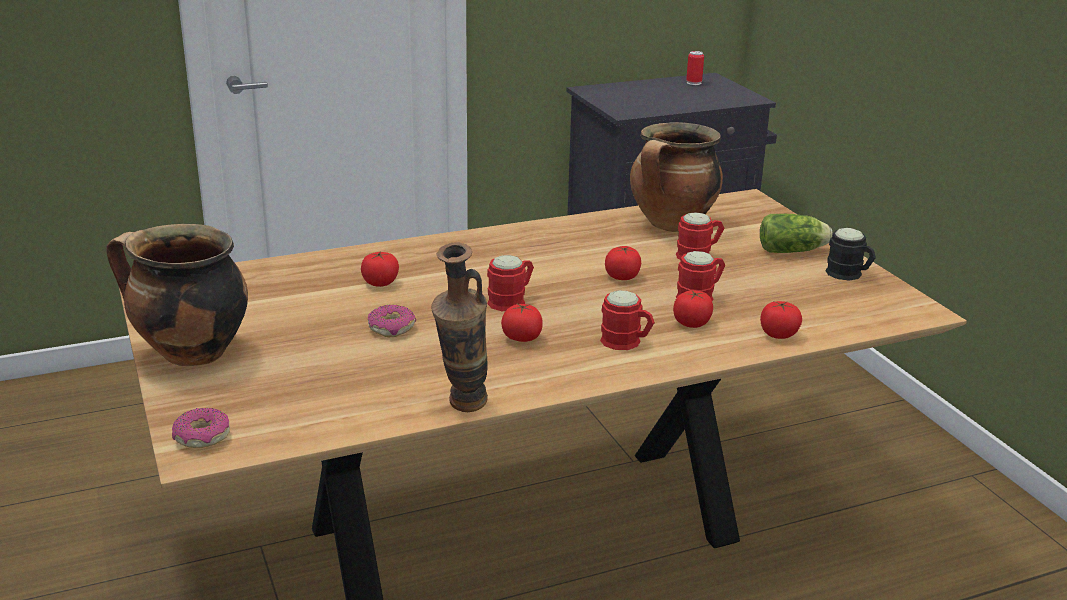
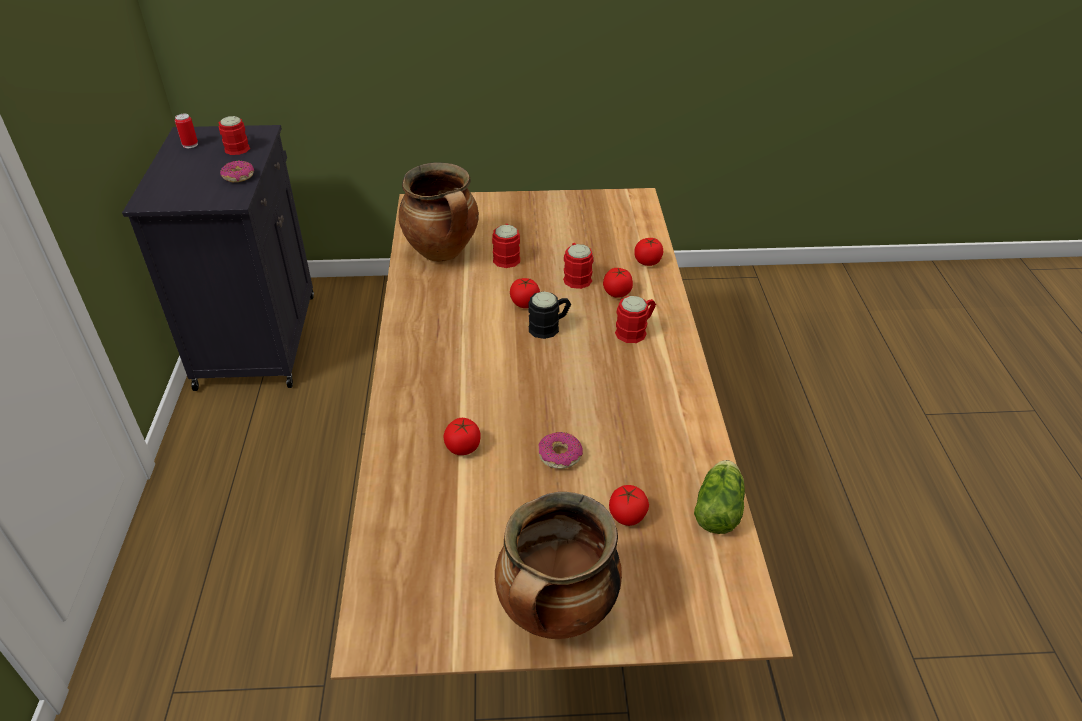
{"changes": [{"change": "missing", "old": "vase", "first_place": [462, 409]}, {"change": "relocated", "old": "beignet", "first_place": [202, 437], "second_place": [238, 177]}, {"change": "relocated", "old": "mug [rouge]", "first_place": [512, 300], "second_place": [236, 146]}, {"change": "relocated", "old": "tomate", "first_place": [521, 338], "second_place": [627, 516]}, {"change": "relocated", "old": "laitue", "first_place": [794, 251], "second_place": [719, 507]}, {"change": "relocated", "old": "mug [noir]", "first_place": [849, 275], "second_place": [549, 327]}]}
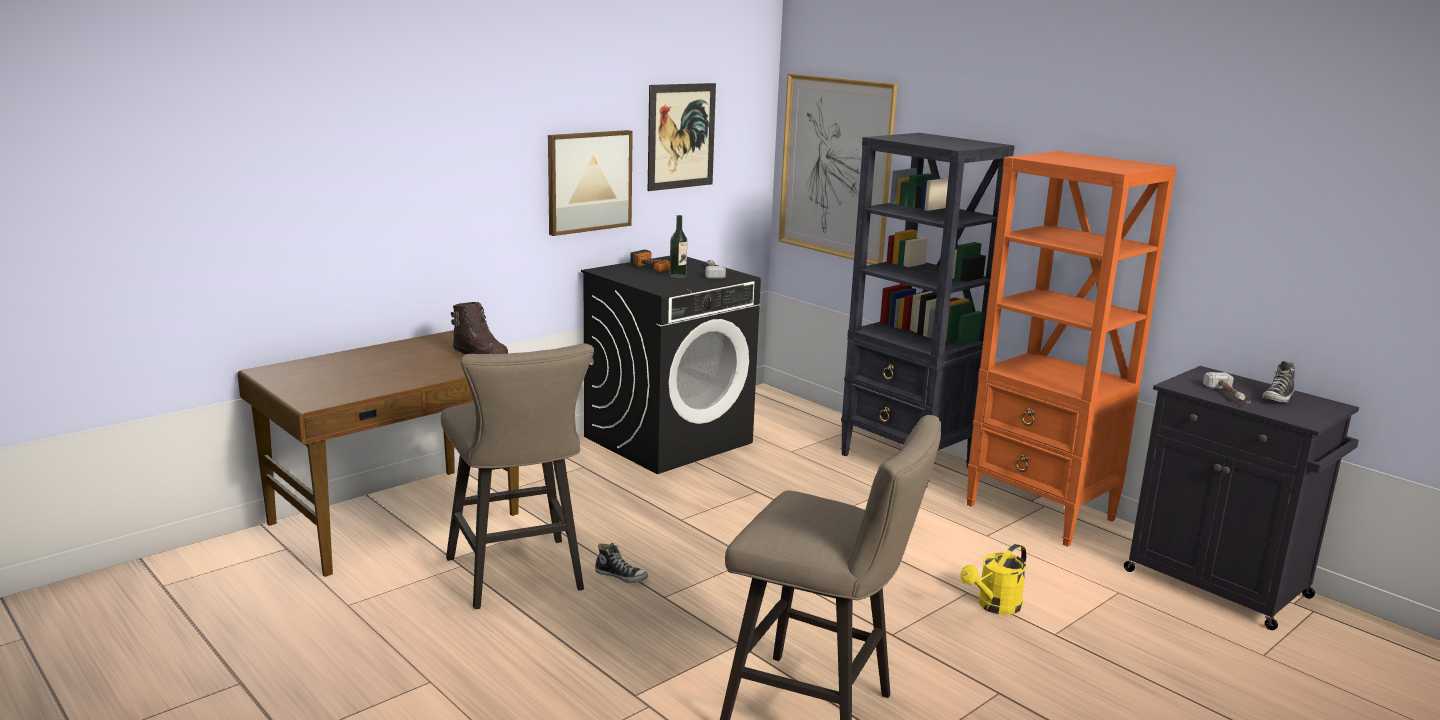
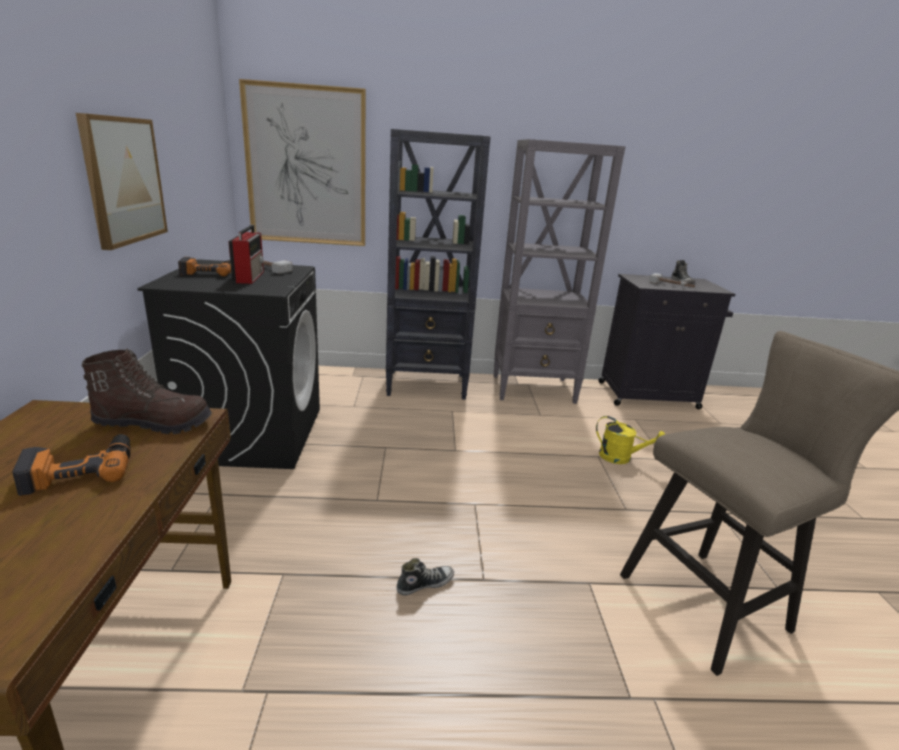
{"changes": [{"change": "missing", "old": "tabouret [beige]", "first_place": [519, 578]}, {"change": "missing", "old": "tableau", "first_place": [681, 136]}, {"change": "appeared", "new": "perceuse", "second_place": [80, 470]}, {"change": "exchanged", "old": "bouteille", "new": "radio", "first_place": [677, 276], "second_place": [249, 276]}, {"change": "colour", "old": "bibliothèque [orange]", "new": "bibliothèque [gris]", "first_place": [1041, 513], "second_place": [534, 389]}, {"change": "spun", "old": "arrosoir [jaune]", "first_place": [994, 606], "second_place": [621, 458], "degrees": -60}]}
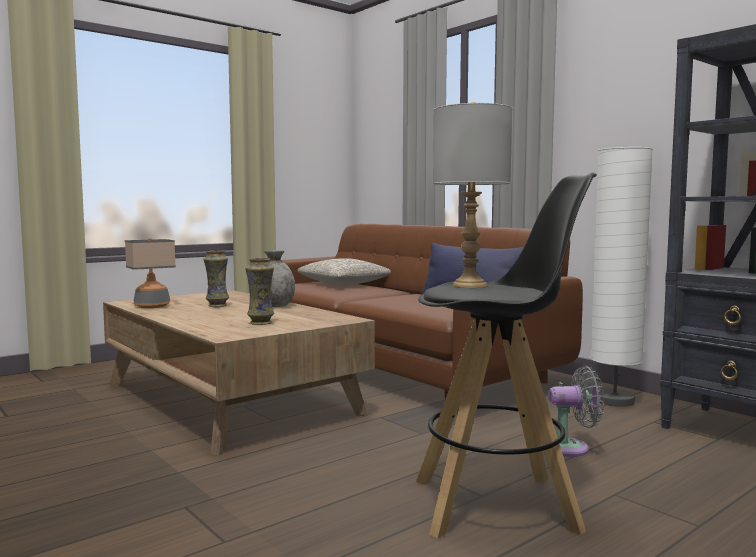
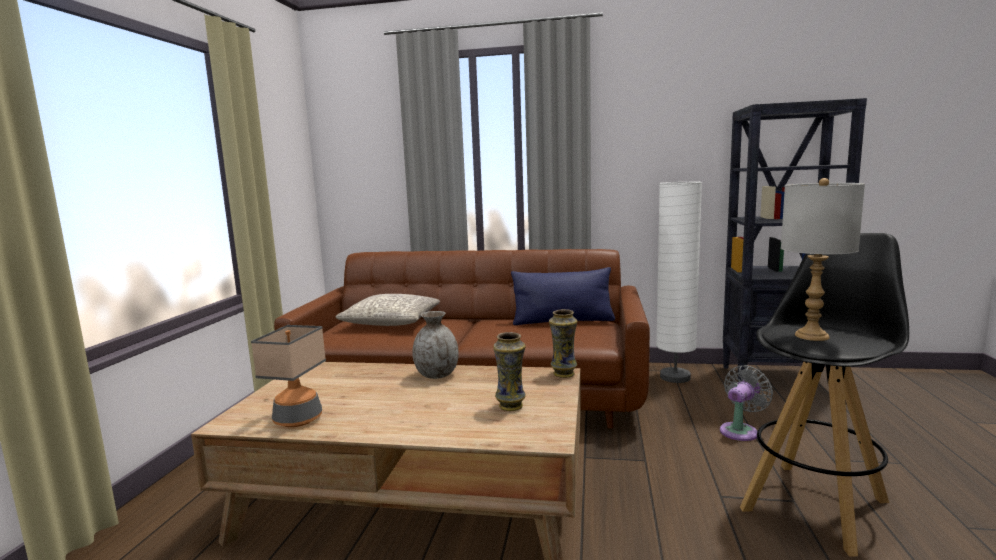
{"changes": [{"change": "relocated", "old": "vase", "first_place": [217, 306], "second_place": [563, 374]}]}
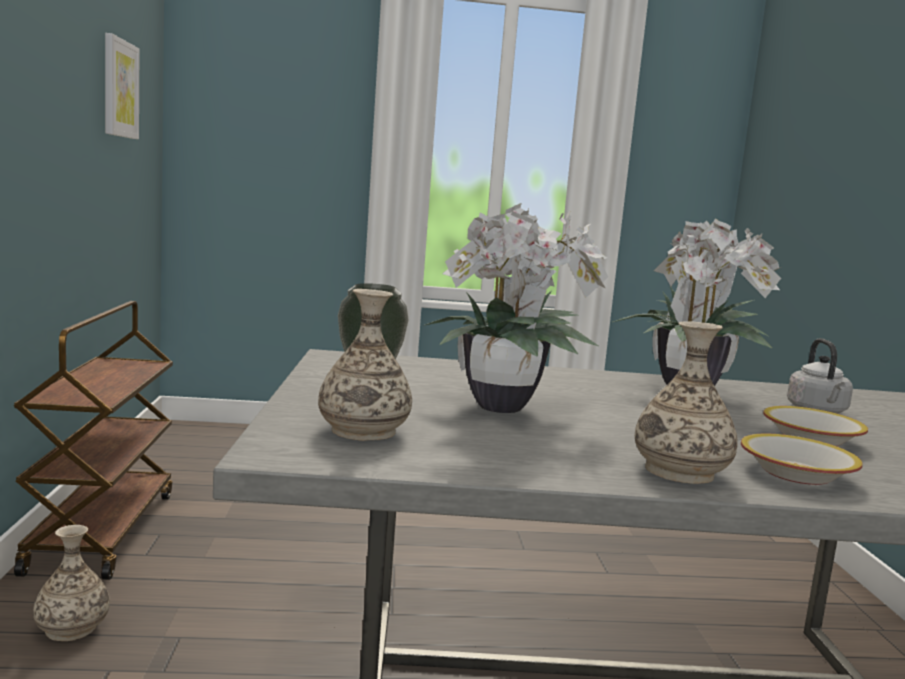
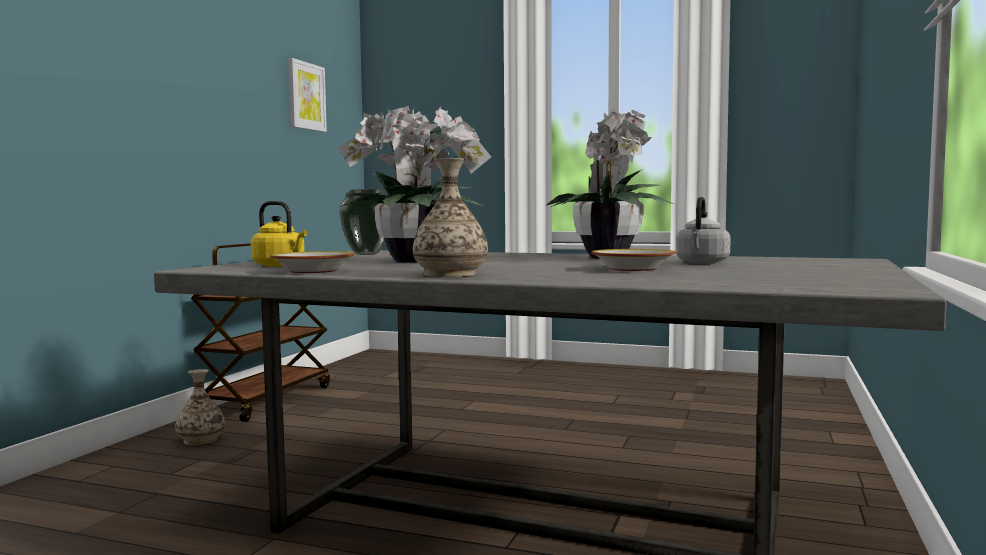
{"changes": [{"change": "relocated", "old": "bol", "first_place": [796, 473], "second_place": [313, 271]}, {"change": "exchanged", "old": "vase", "new": "bouilloire [jaune]", "first_place": [364, 431], "second_place": [280, 265]}]}
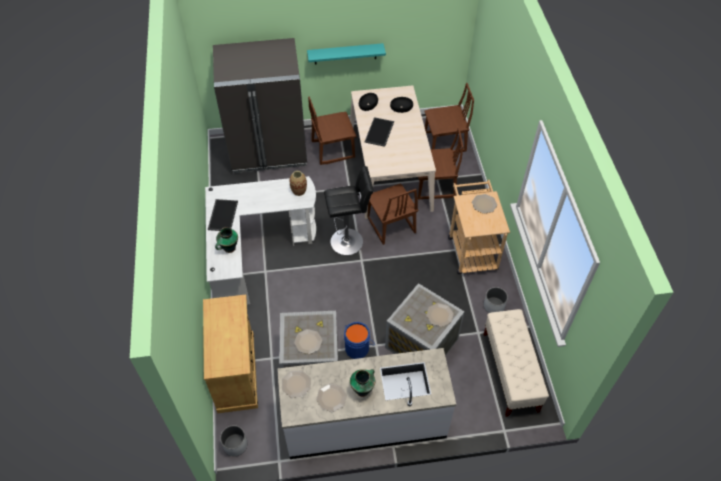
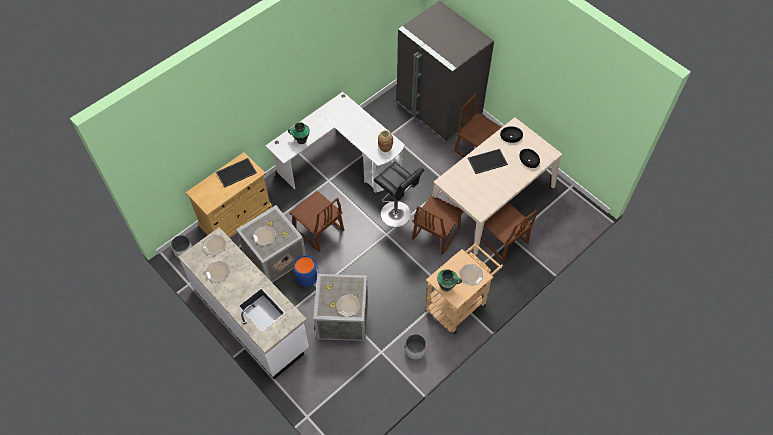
{"changes": [{"change": "missing", "old": "étagère [turquoise]", "first_place": [345, 54]}, {"change": "missing", "old": "banc [beige]", "first_place": [510, 372]}, {"change": "relocated", "old": "plateau", "first_place": [222, 215], "second_place": [236, 172]}, {"change": "relocated", "old": "vase", "first_place": [363, 389], "second_place": [447, 286]}, {"change": "relocated", "old": "chaise [marron]", "first_place": [445, 142], "second_place": [318, 230]}]}
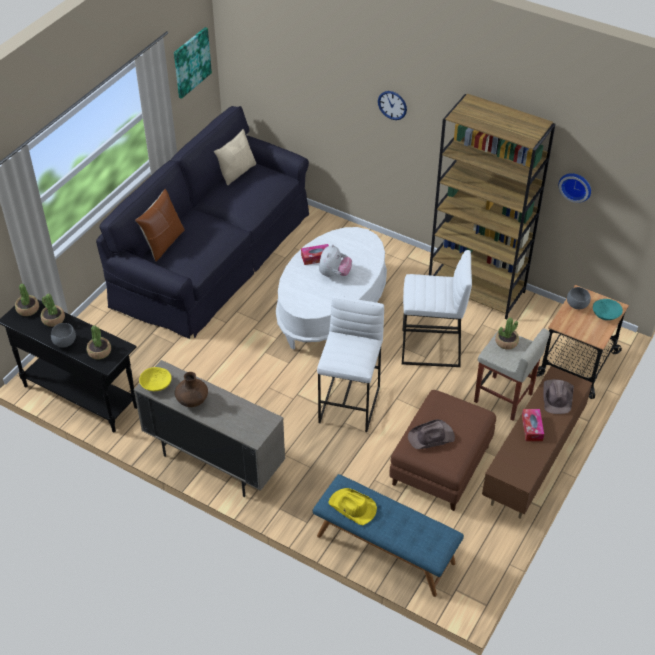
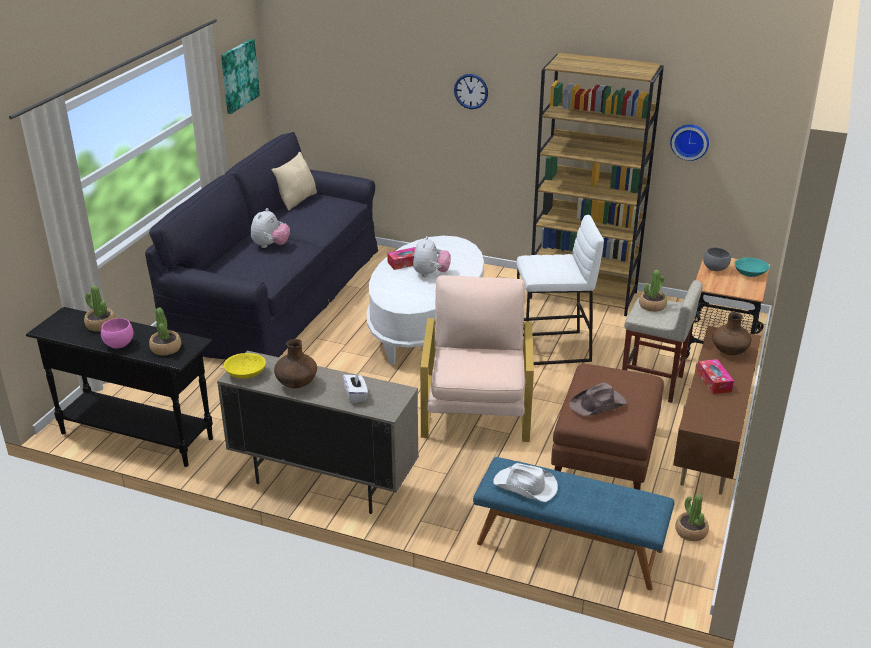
{"changes": [{"change": "missing", "old": "coussin [marron]", "first_place": [163, 243]}, {"change": "appeared", "new": "peluche", "second_place": [270, 245]}, {"change": "appeared", "new": "boîte à mouchoirs [blanc]", "second_place": [355, 395]}, {"change": "relocated", "old": "plante en pot", "first_place": [27, 309], "second_place": [690, 531]}, {"change": "exchanged", "old": "tabouret [blanc]", "new": "fauteuil [beige]", "first_place": [350, 404], "second_place": [476, 408]}, {"change": "exchanged", "old": "chapeau [marron]", "new": "vase [marron]", "first_place": [557, 397], "second_place": [729, 351]}, {"change": "colour", "old": "bol [gris]", "new": "bol [rose]", "first_place": [64, 343], "second_place": [118, 345]}, {"change": "colour", "old": "chapeau [jaune]", "new": "chapeau [blanc]", "first_place": [352, 507], "second_place": [526, 486]}]}
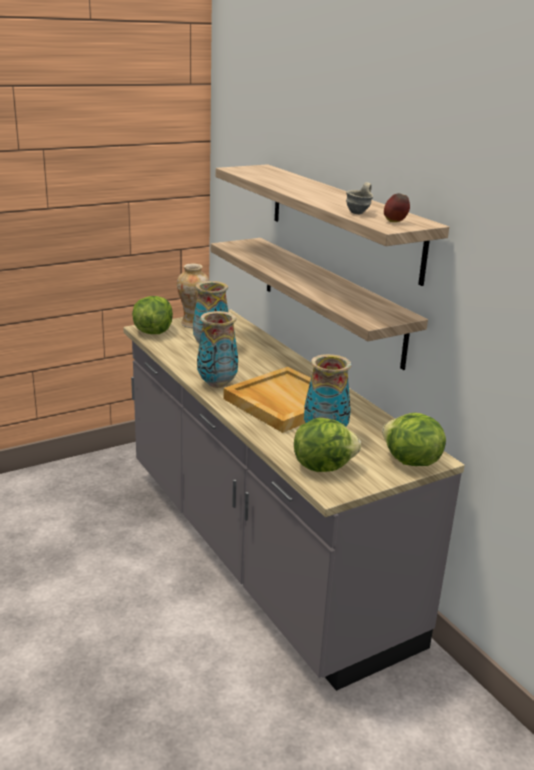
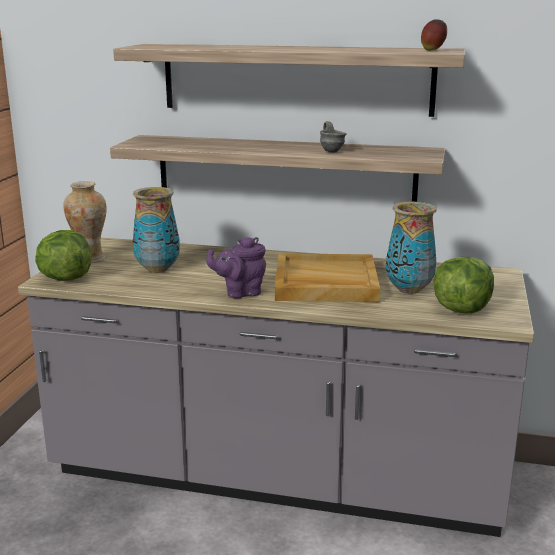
{"changes": [{"change": "missing", "old": "laitue", "first_place": [410, 462]}, {"change": "relocated", "old": "mug [gris]", "first_place": [360, 213], "second_place": [332, 151]}, {"change": "exchanged", "old": "vase", "new": "théière [violet]", "first_place": [217, 384], "second_place": [240, 293]}]}
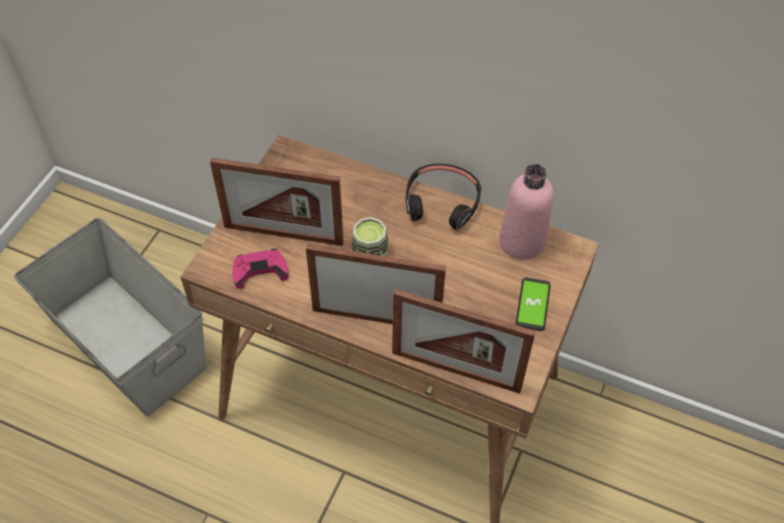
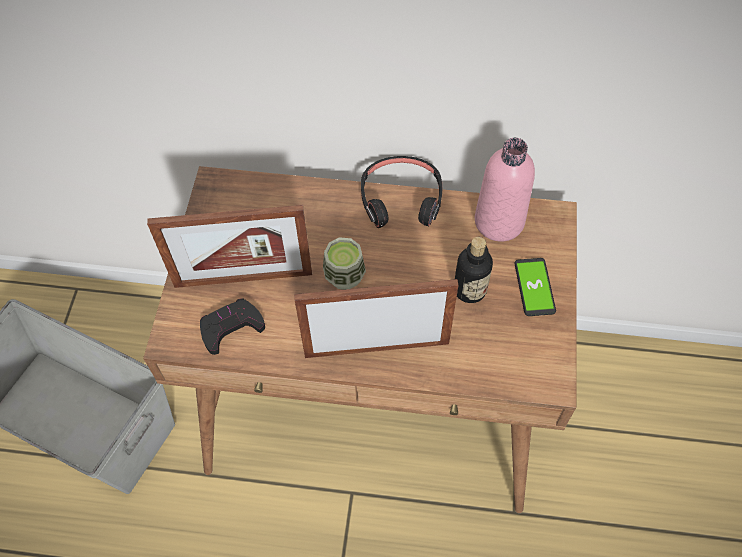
{"changes": [{"change": "missing", "old": "cadre photo", "first_place": [456, 370]}, {"change": "appeared", "new": "bouteille", "second_place": [470, 289]}, {"change": "colour", "old": "manette [rose]", "new": "manette [noir]", "first_place": [260, 271], "second_place": [231, 327]}]}
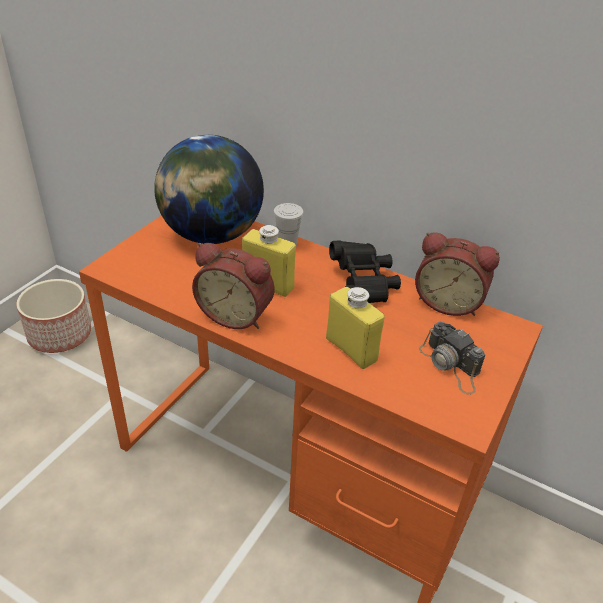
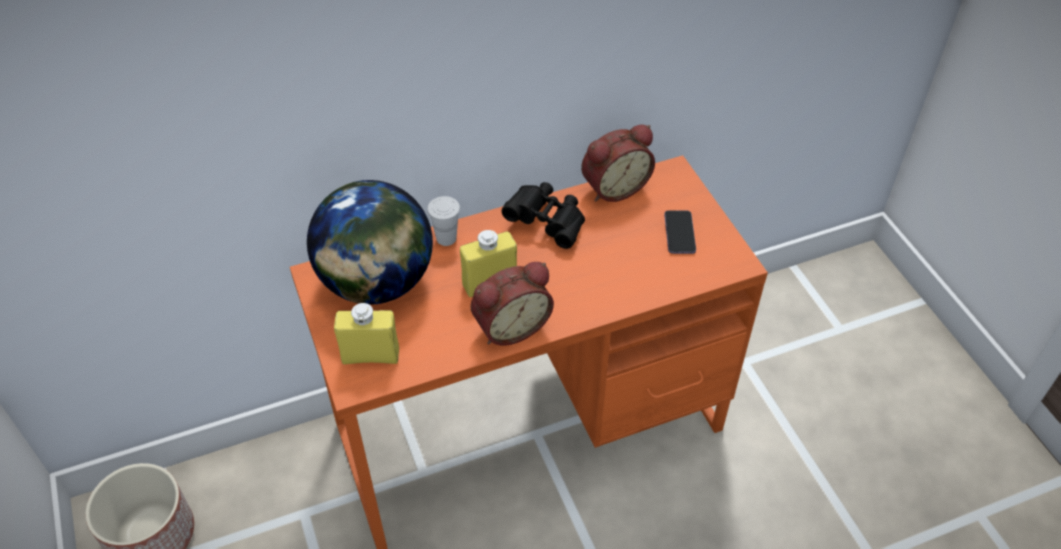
{"changes": [{"change": "relocated", "old": "bouteille [jaune]", "first_place": [351, 349], "second_place": [370, 356]}, {"change": "exchanged", "old": "appareil photo", "new": "téléphone", "first_place": [451, 365], "second_place": [679, 233]}]}
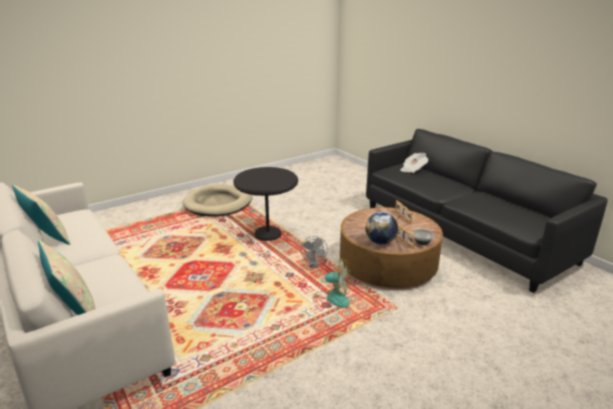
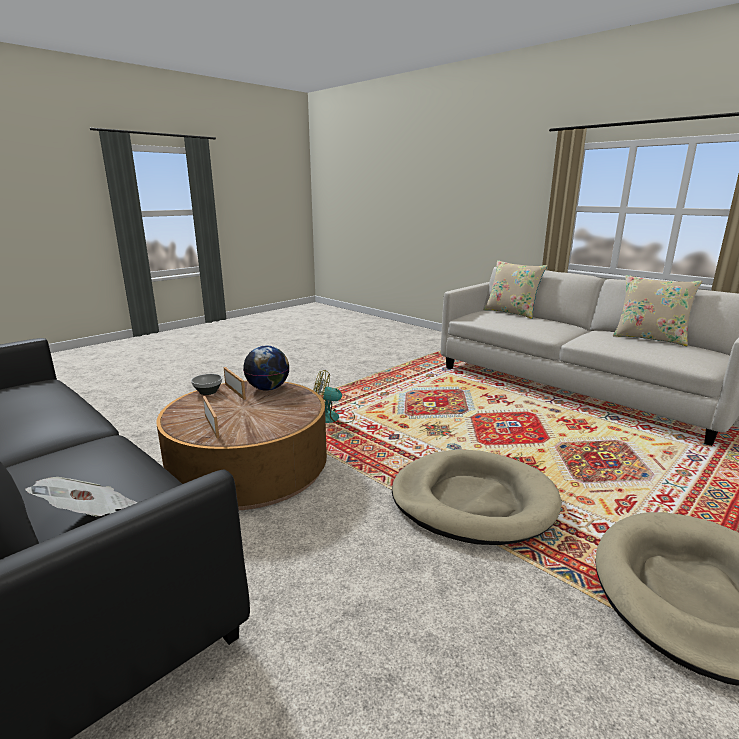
{"changes": [{"change": "missing", "old": "ventilateur [gris]", "first_place": [314, 265]}, {"change": "exchanged", "old": "table d'appoint [noir]", "new": "panier pour chien [beige]", "first_place": [268, 234], "second_place": [473, 501]}]}
